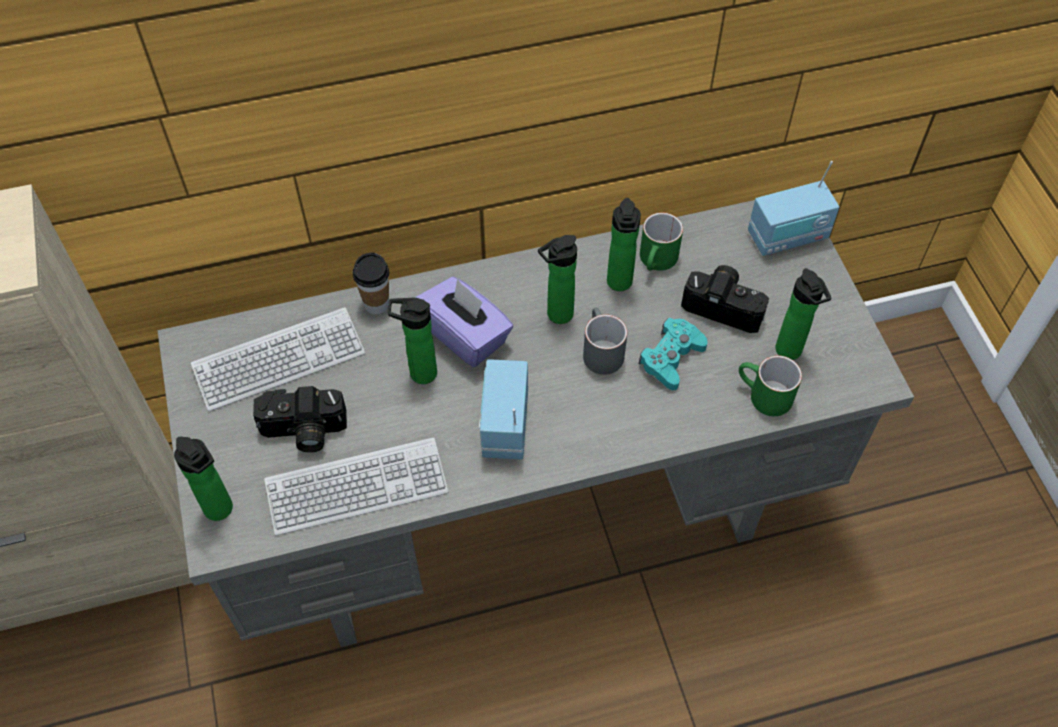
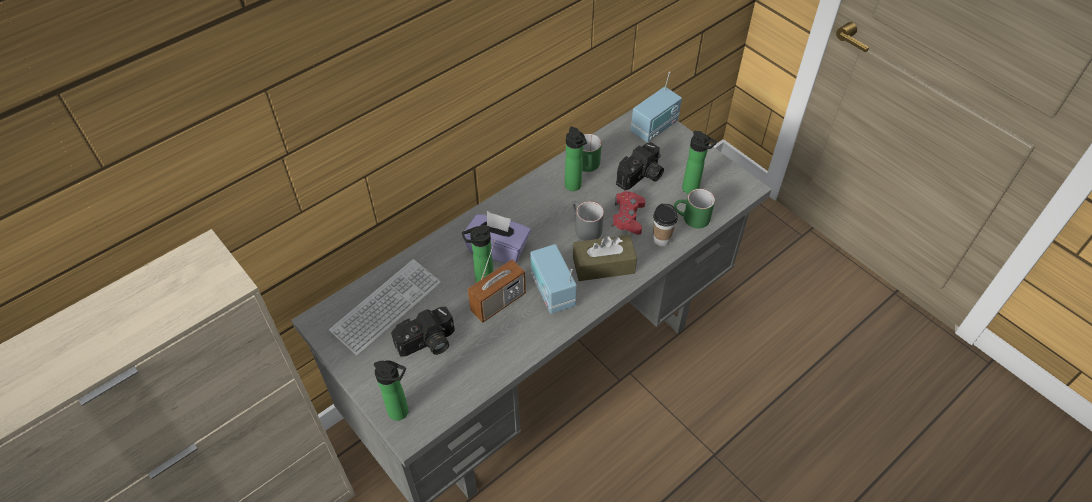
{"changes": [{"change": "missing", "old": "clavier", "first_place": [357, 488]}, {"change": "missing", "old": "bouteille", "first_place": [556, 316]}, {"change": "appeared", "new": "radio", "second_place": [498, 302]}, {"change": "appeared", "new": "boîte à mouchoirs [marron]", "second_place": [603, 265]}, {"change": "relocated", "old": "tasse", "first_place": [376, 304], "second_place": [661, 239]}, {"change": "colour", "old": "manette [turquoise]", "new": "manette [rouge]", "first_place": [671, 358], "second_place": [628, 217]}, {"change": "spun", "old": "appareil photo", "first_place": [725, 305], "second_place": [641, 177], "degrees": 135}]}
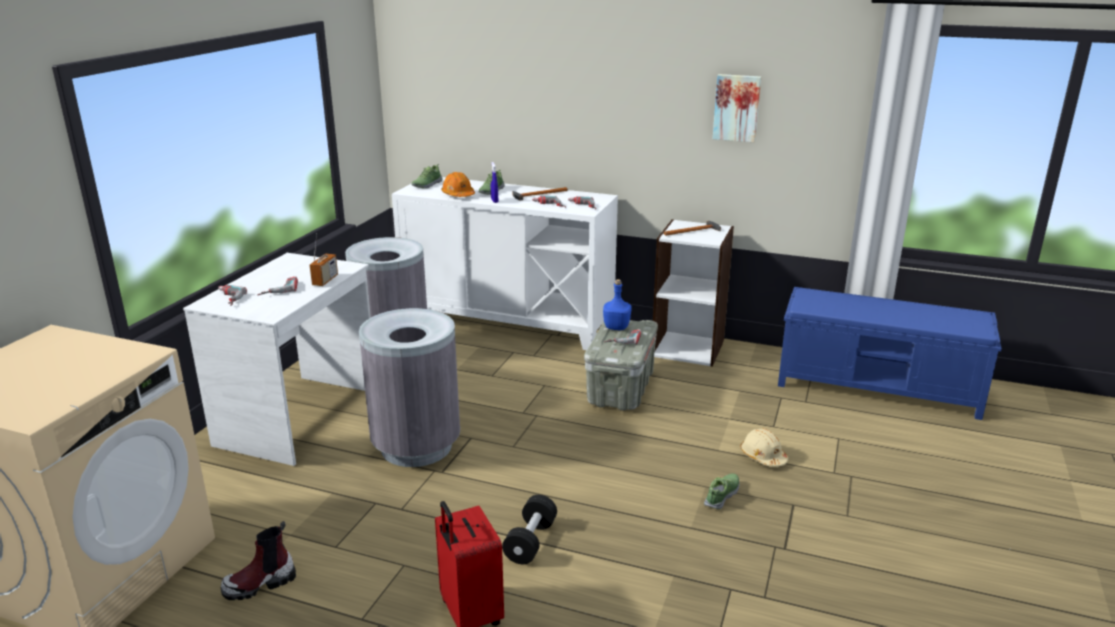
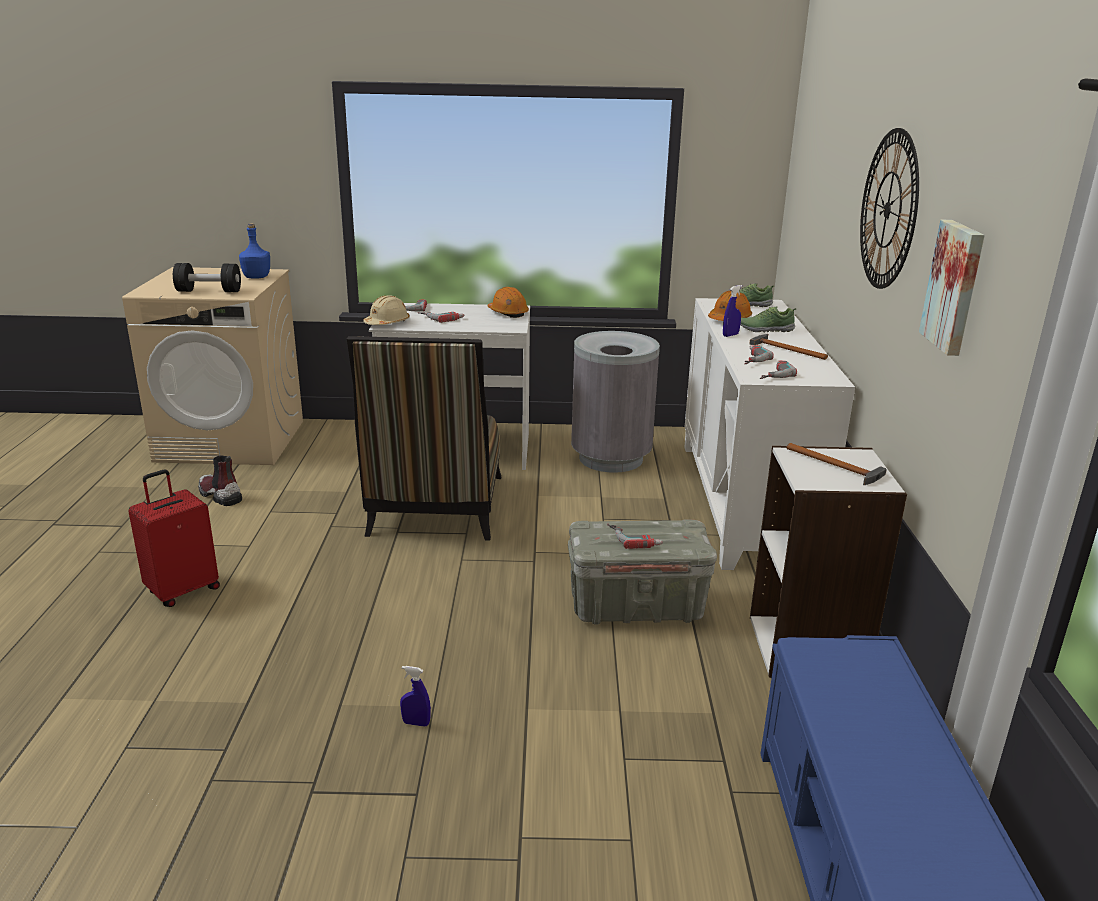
{"changes": [{"change": "missing", "old": "radio", "first_place": [325, 280]}, {"change": "appeared", "new": "casque de chantier [orange]", "second_place": [508, 313]}, {"change": "appeared", "new": "horloge murale", "second_place": [888, 210]}, {"change": "relocated", "old": "haltère [noir]", "first_place": [530, 542], "second_place": [209, 291]}, {"change": "relocated", "old": "bouteille [bleu]", "first_place": [617, 327], "second_place": [257, 277]}, {"change": "relocated", "old": "casque de chantier [beige]", "first_place": [763, 456], "second_place": [387, 323]}, {"change": "exchanged", "old": "poubelle [gris]", "new": "chaise", "first_place": [416, 447], "second_place": [435, 510]}, {"change": "exchanged", "old": "chaussure", "new": "vaporisateur [bleu]", "first_place": [722, 496], "second_place": [416, 723]}]}
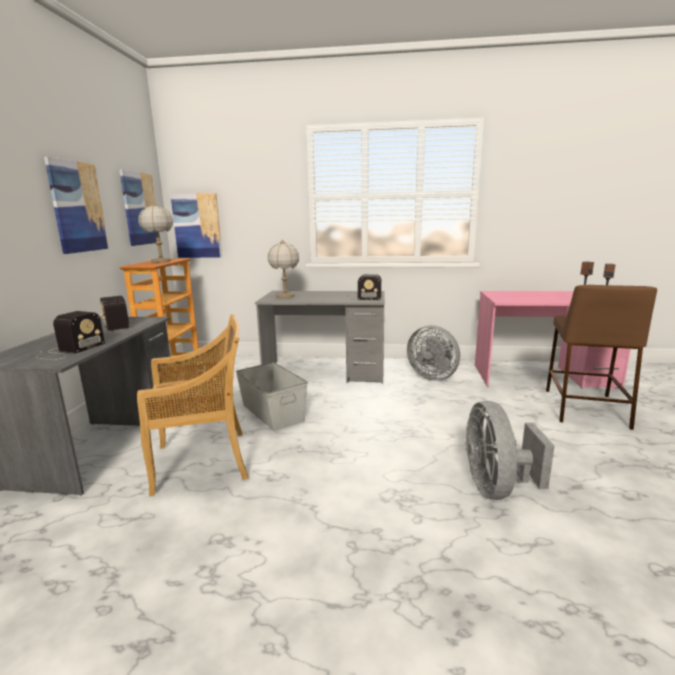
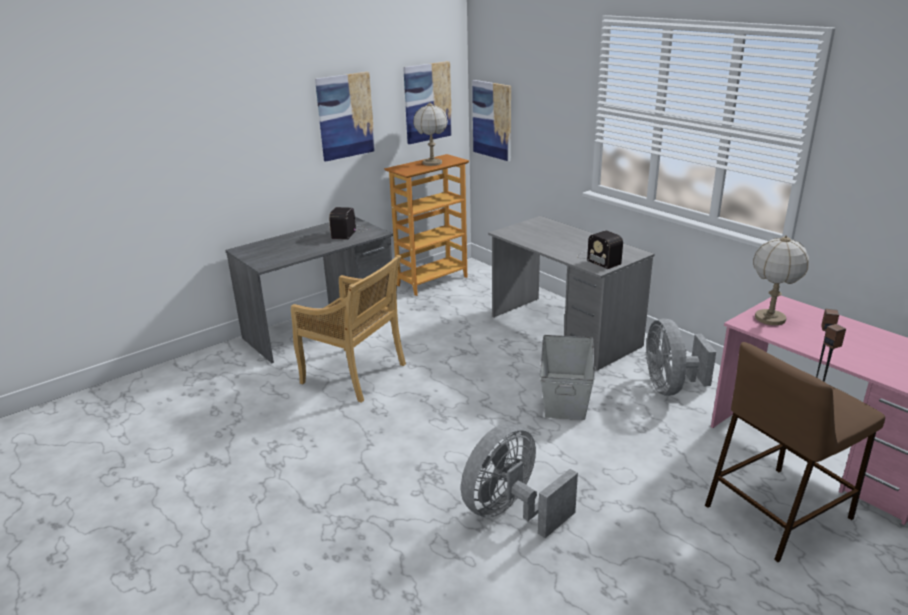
{"changes": [{"change": "missing", "old": "radio", "first_place": [69, 351]}, {"change": "relocated", "old": "boîte de rangement [gris]", "first_place": [273, 412], "second_place": [566, 395]}, {"change": "relocated", "old": "lampe de table", "first_place": [285, 296], "second_place": [769, 318]}]}
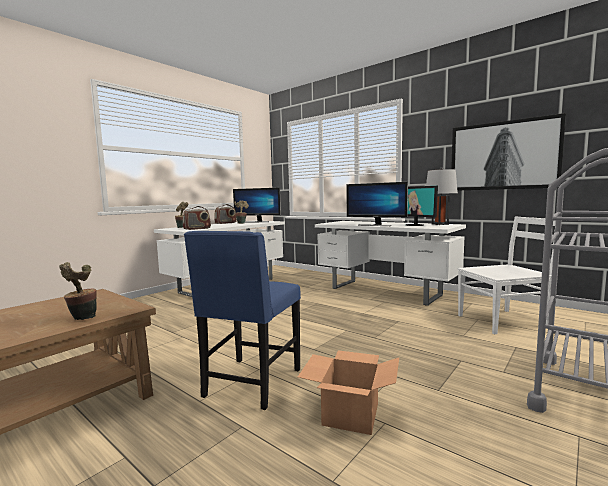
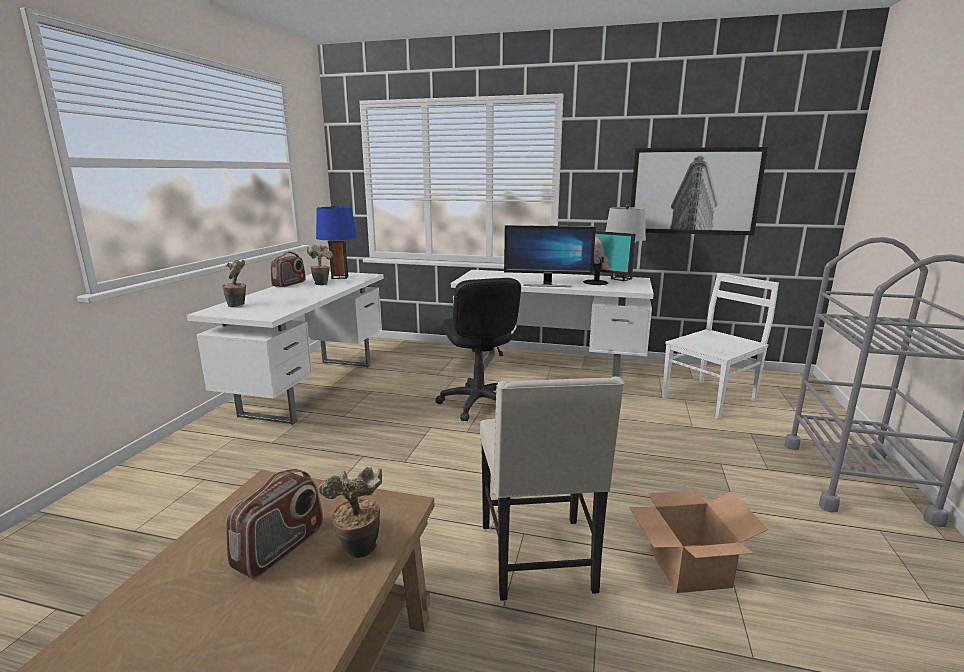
{"changes": [{"change": "appeared", "new": "chaise de bureau [noir]", "second_place": [478, 403]}, {"change": "relocated", "old": "radio", "first_place": [197, 229], "second_place": [280, 549]}, {"change": "exchanged", "old": "écran d'ordinateur", "new": "lampe de table [bleu]", "first_place": [257, 222], "second_place": [340, 277]}, {"change": "colour", "old": "chaise [bleu]", "new": "chaise [beige]", "first_place": [251, 384], "second_place": [539, 559]}]}
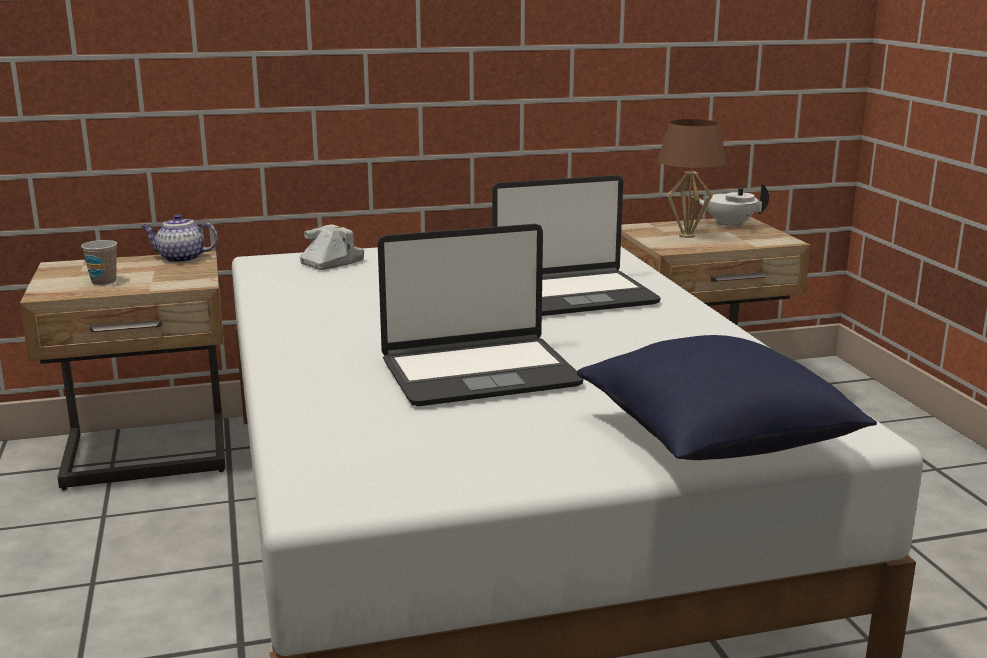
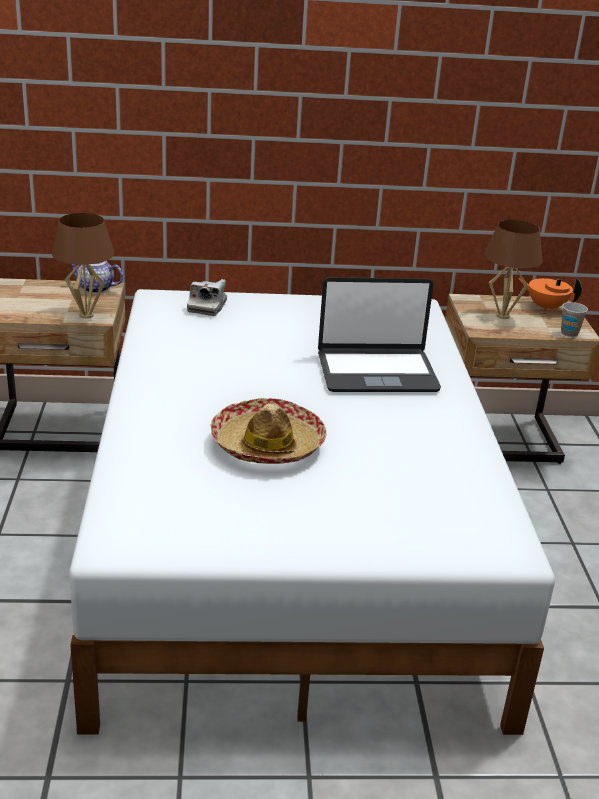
{"changes": [{"change": "missing", "old": "coussin [bleu]", "first_place": [715, 440]}, {"change": "appeared", "new": "lampe de table [marron]", "second_place": [86, 315]}, {"change": "relocated", "old": "tasse", "first_place": [104, 282], "second_place": [569, 333]}, {"change": "exchanged", "old": "ordinateur portable", "new": "chapeau", "first_place": [479, 373], "second_place": [268, 445]}, {"change": "colour", "old": "théière [blanc]", "new": "théière [orange]", "first_place": [728, 225], "second_place": [546, 307]}, {"change": "spun", "old": "appareil photo", "first_place": [332, 262], "second_place": [207, 307], "degrees": 135}]}
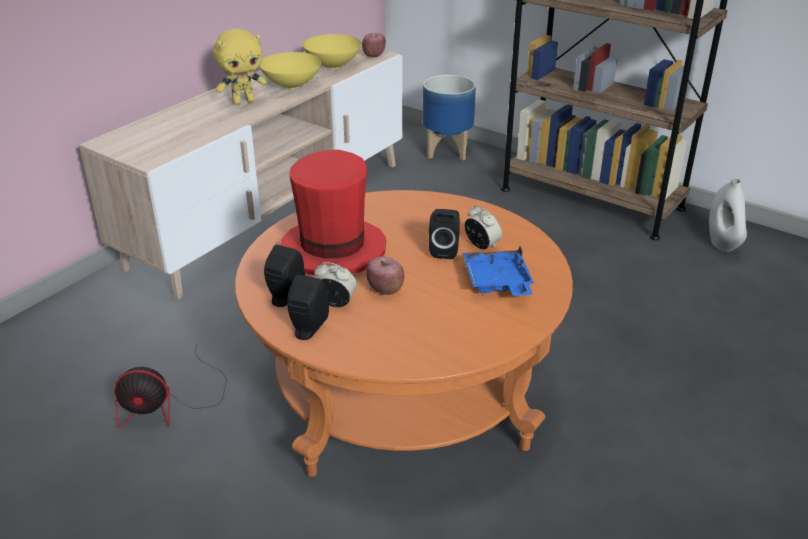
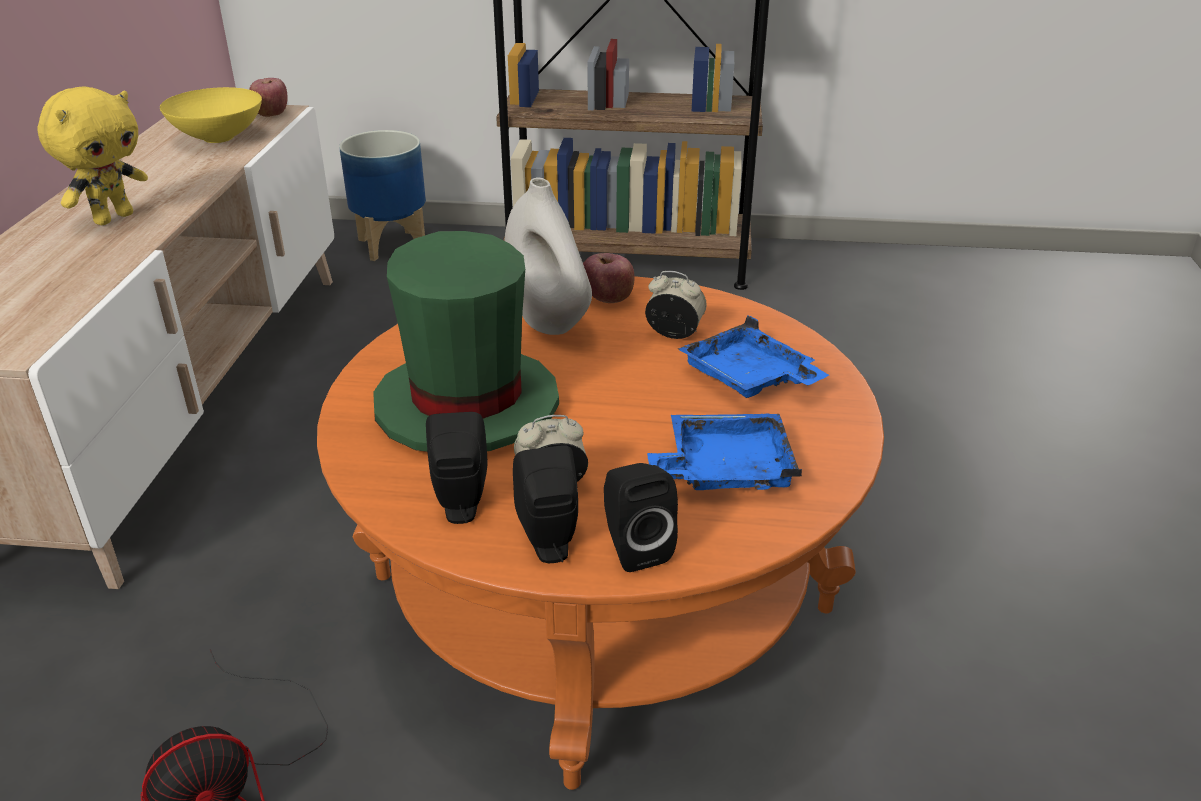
{"changes": [{"change": "missing", "old": "bol [jaune]", "first_place": [290, 84]}, {"change": "appeared", "new": "plateau [bleu]", "second_place": [724, 469]}, {"change": "relocated", "old": "pomme", "first_place": [385, 289], "second_place": [608, 298]}, {"change": "relocated", "old": "enceinte [noir]", "first_place": [444, 250], "second_place": [634, 548]}, {"change": "relocated", "old": "vase [blanc]", "first_place": [723, 244], "second_place": [548, 320]}, {"change": "colour", "old": "chapeau [rouge]", "new": "chapeau [vert]", "first_place": [333, 250], "second_place": [466, 405]}]}
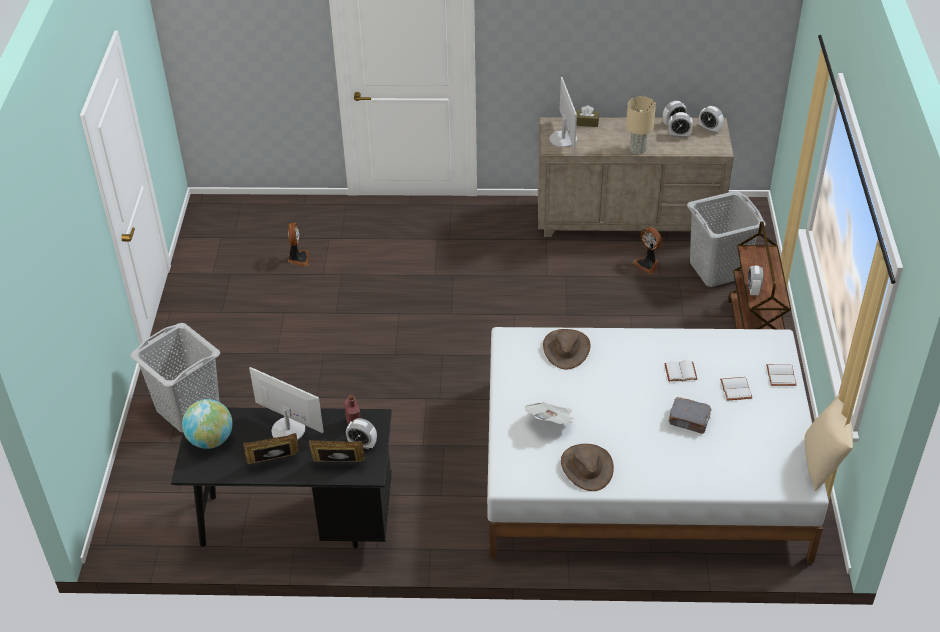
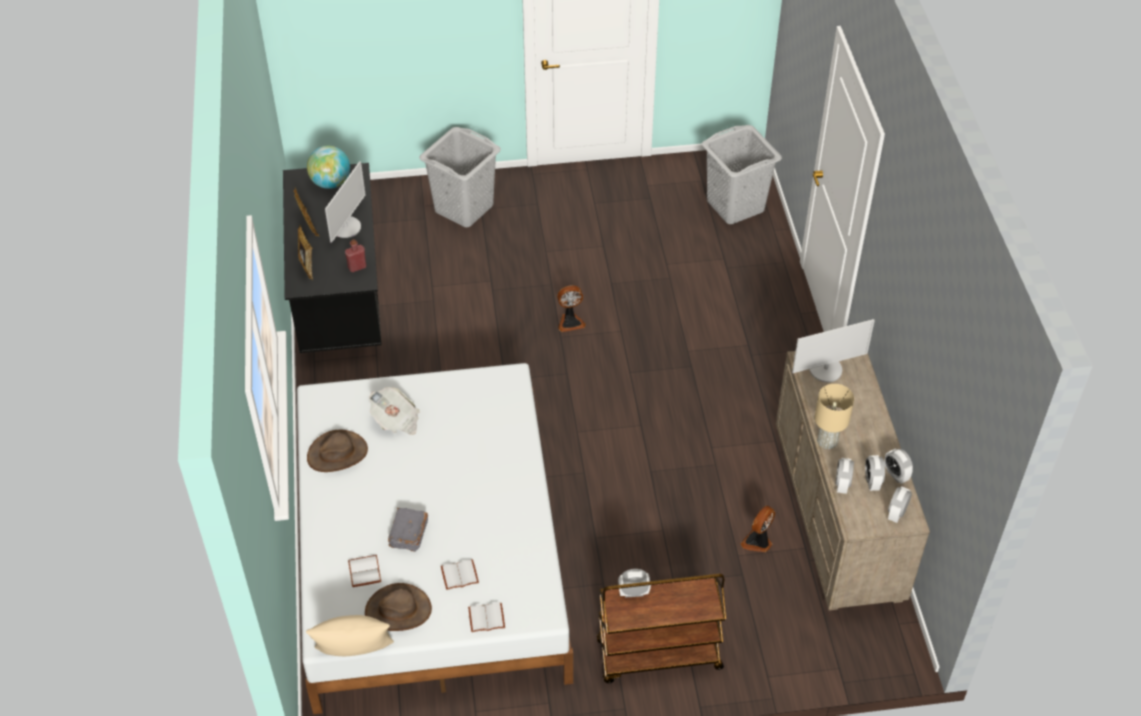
{"changes": [{"change": "missing", "old": "boîte à mouchoirs [marron]", "first_place": [586, 122]}, {"change": "relocated", "old": "ventilateur", "first_place": [298, 258], "second_place": [570, 322]}, {"change": "relocated", "old": "réveil", "first_place": [362, 444], "second_place": [842, 484]}, {"change": "relocated", "old": "chapeau [marron]", "first_place": [566, 349], "second_place": [398, 610]}, {"change": "relocated", "old": "livre [blanc]", "first_place": [680, 373], "second_place": [363, 571]}, {"change": "relocated", "old": "panier à linge [gris]", "first_place": [717, 269], "second_place": [735, 205]}]}
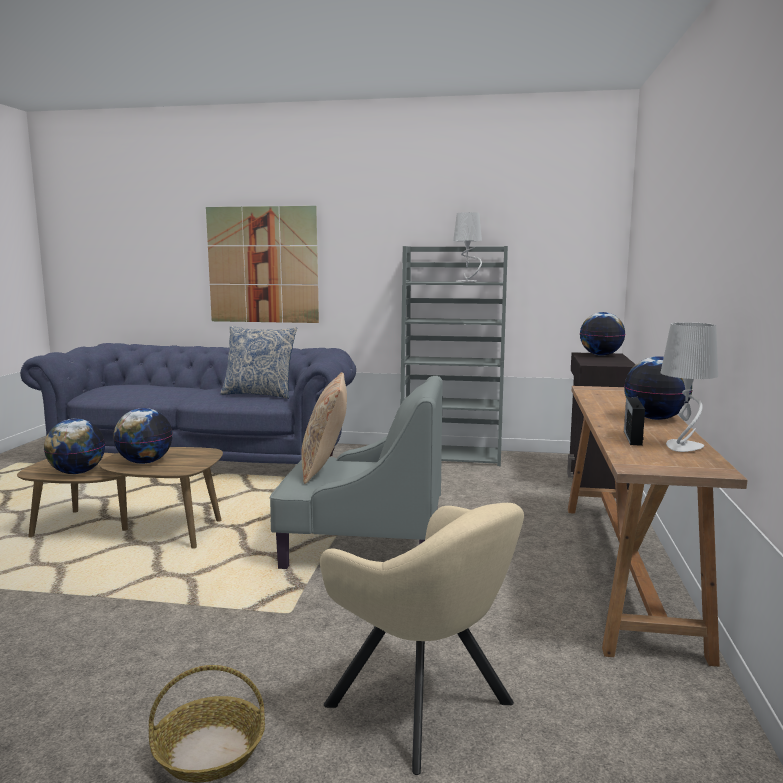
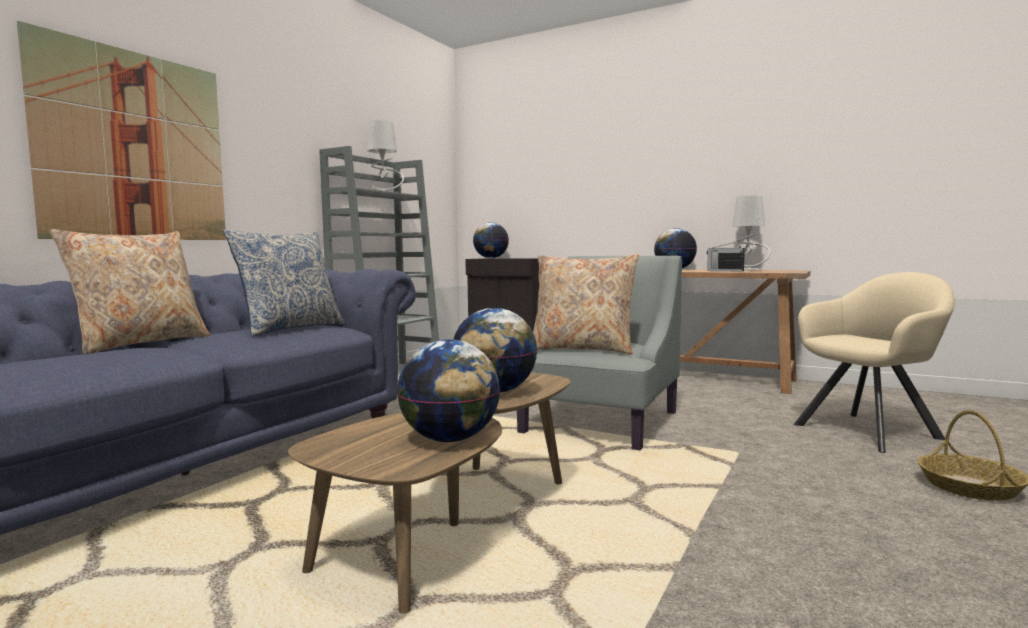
{"changes": [{"change": "appeared", "new": "coussin [beige]", "second_place": [140, 343]}]}
